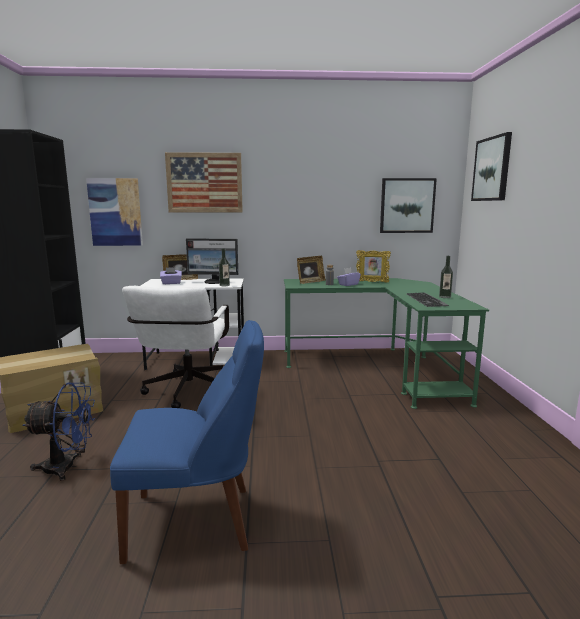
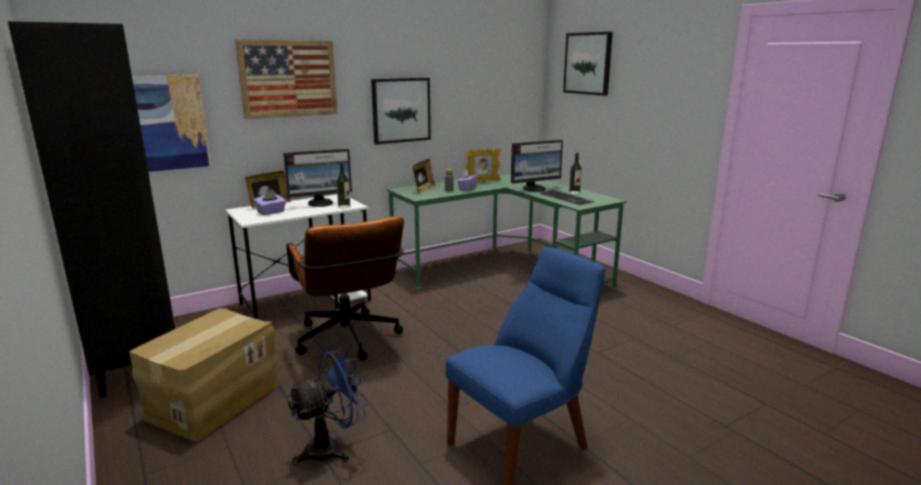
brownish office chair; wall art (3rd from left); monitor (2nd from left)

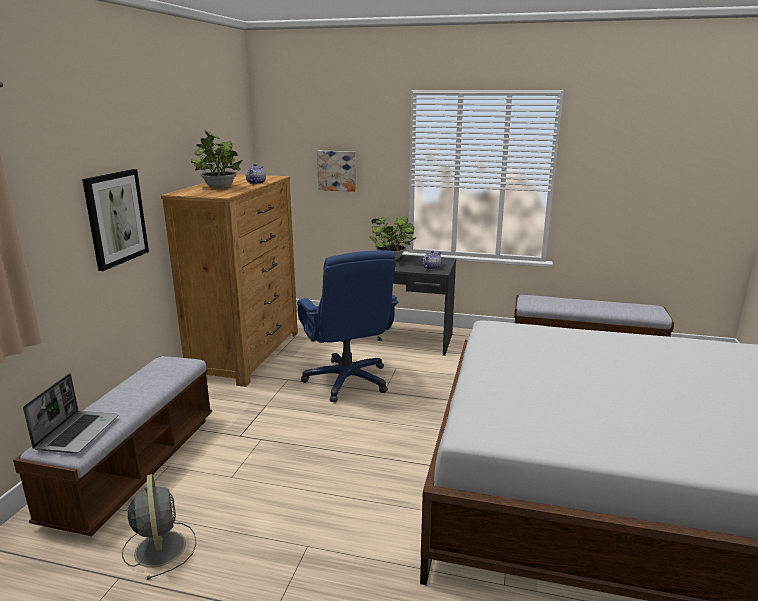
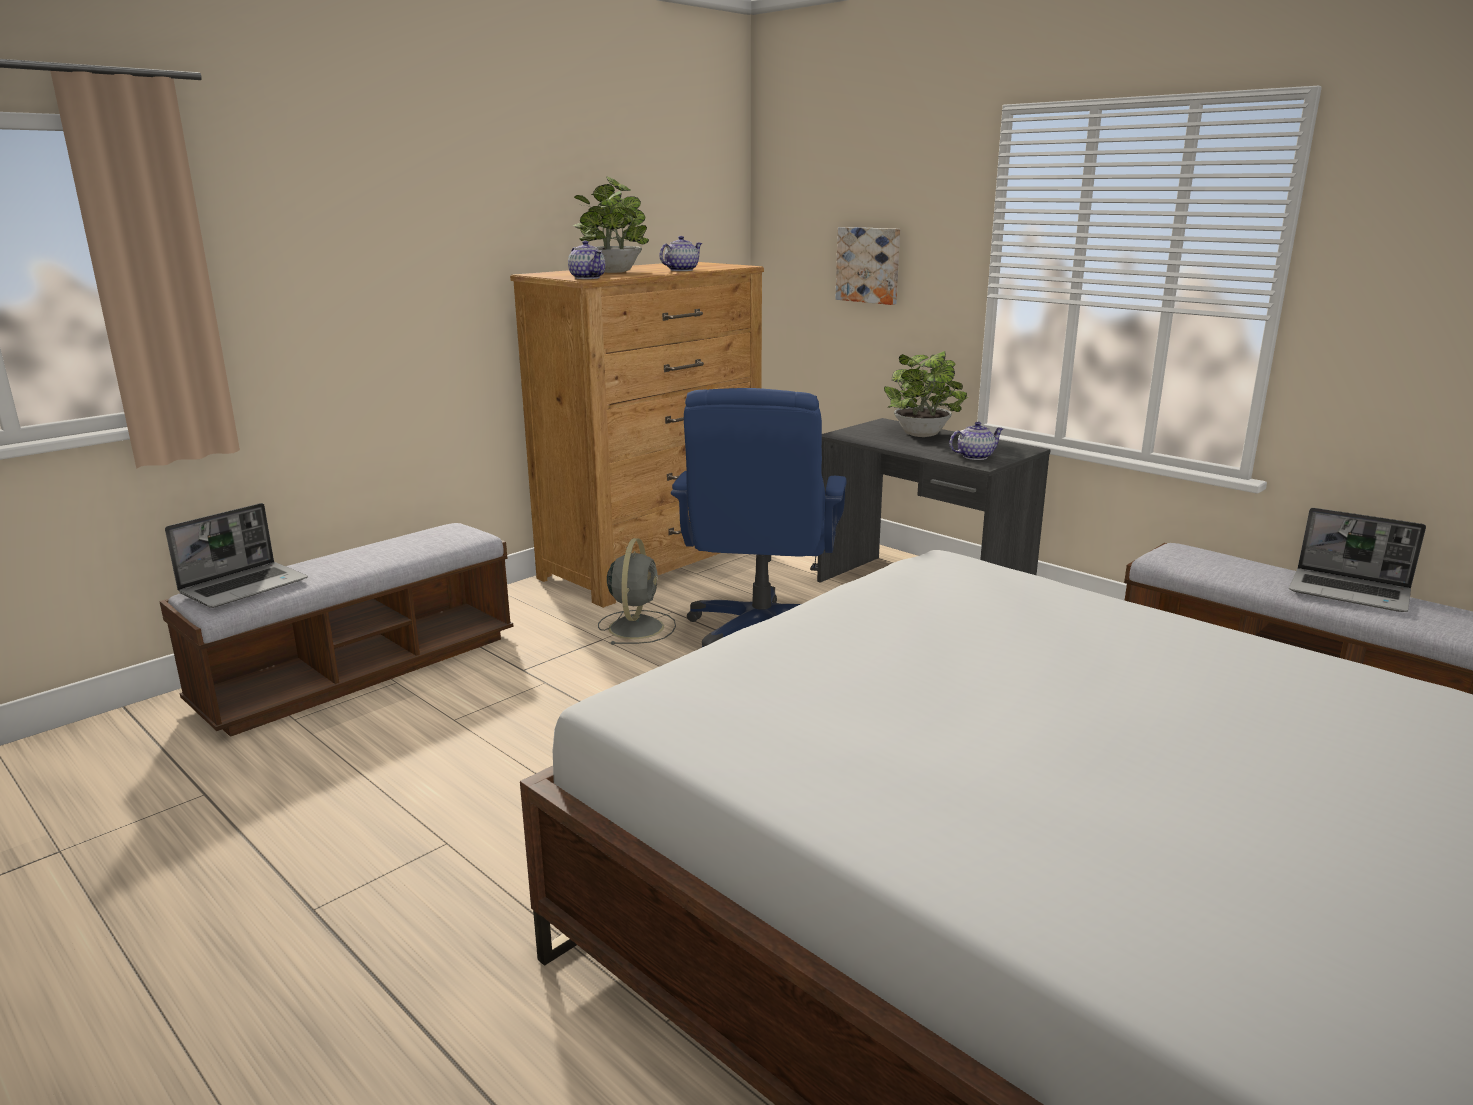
wall art (1st from left in the first image); greyish electric fan; tea pot (1st from left); notebook computer (2nd from left)

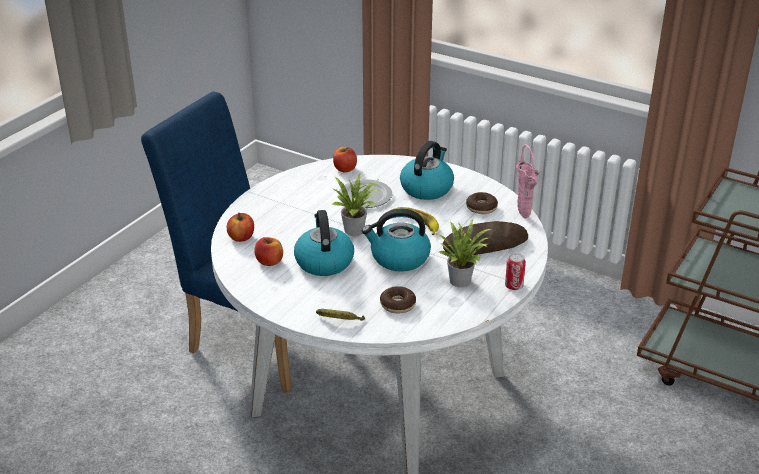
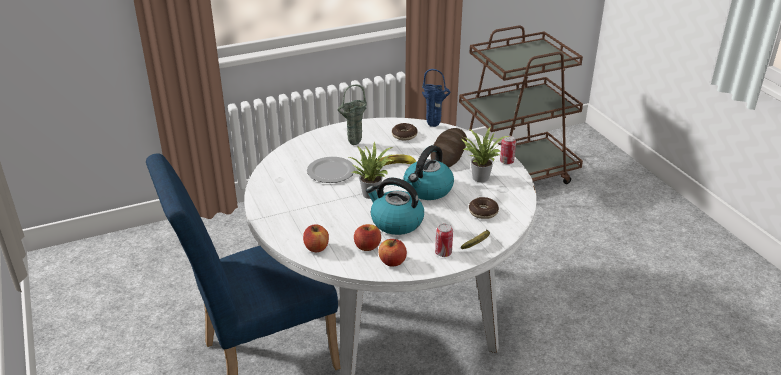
apple fruit (3rd from left); green flower vase; blue-coloured flower vase; metal can (1st from left)

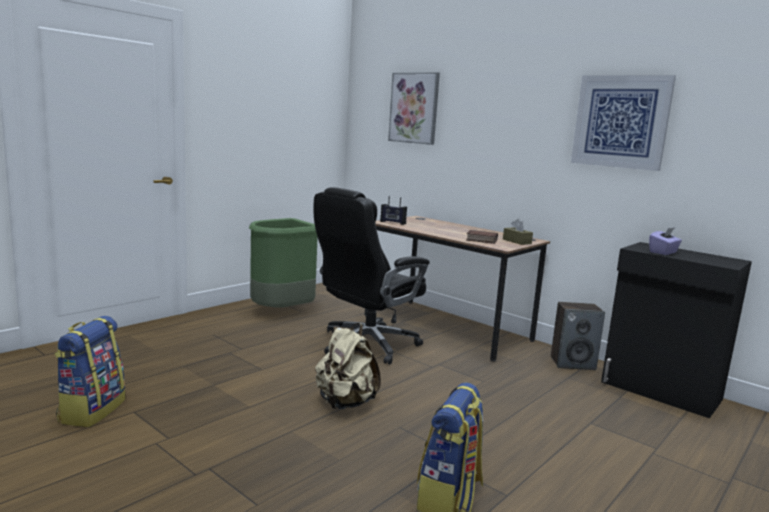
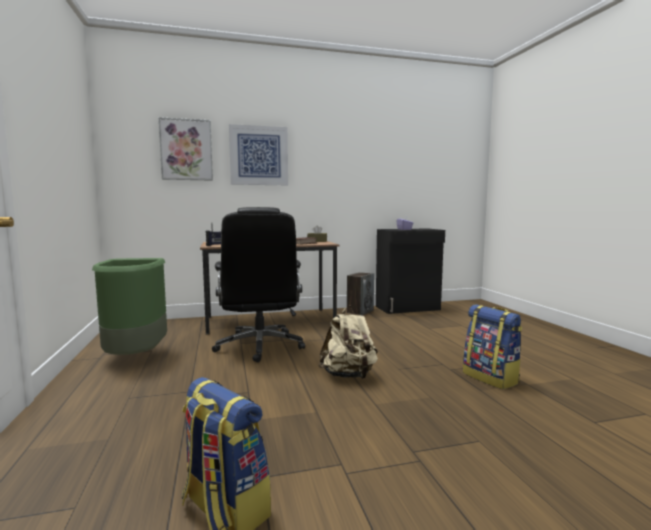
wall art (2nd from left)

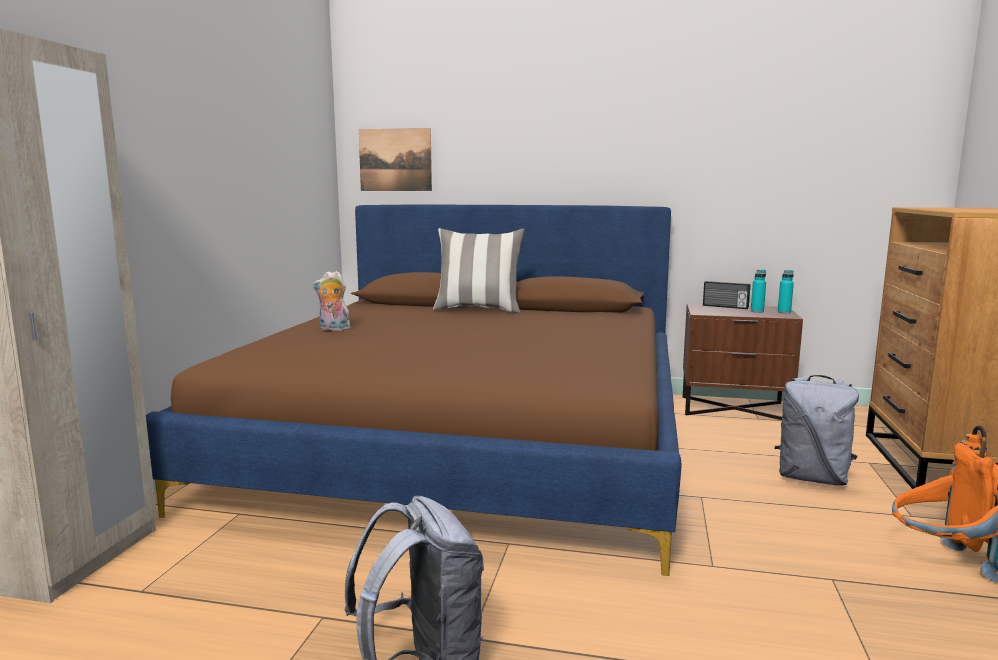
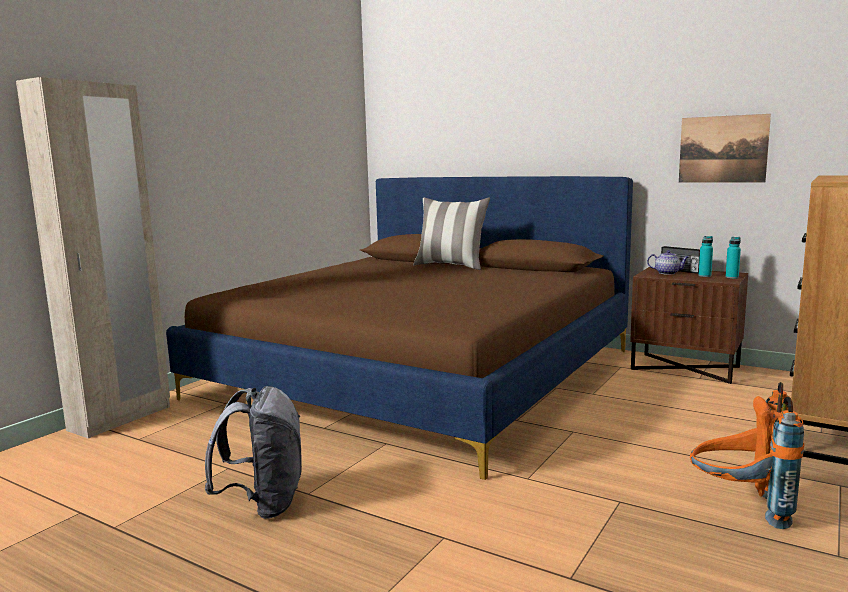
cuddly toy; wall art; greyish knapsack (2nd from left in the first image); tea pot

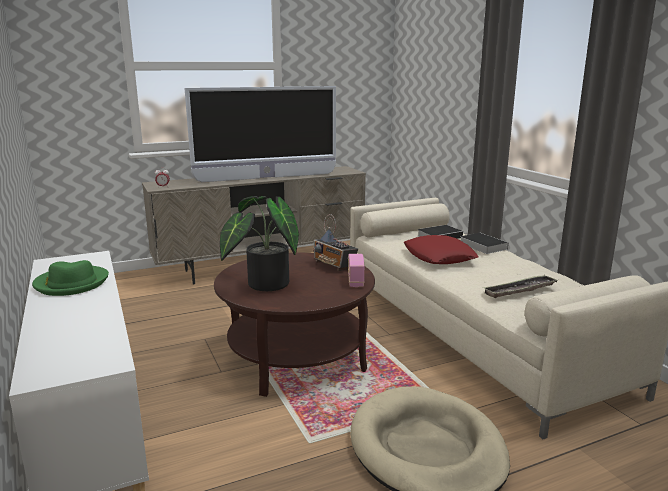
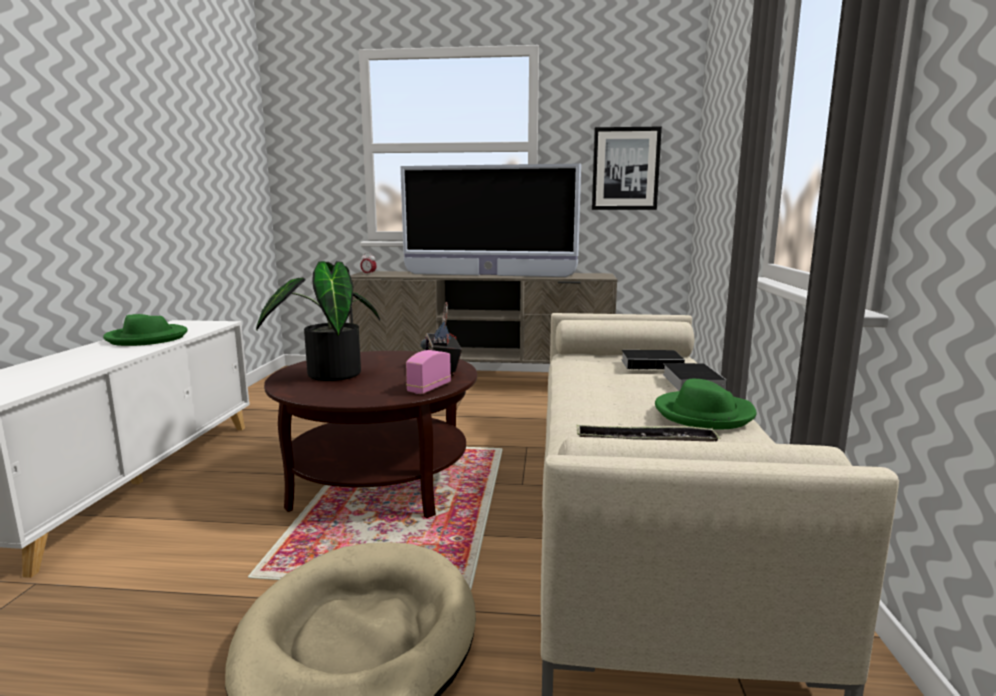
reddish throw pillow; wall art; green wearable hat (2nd from left)

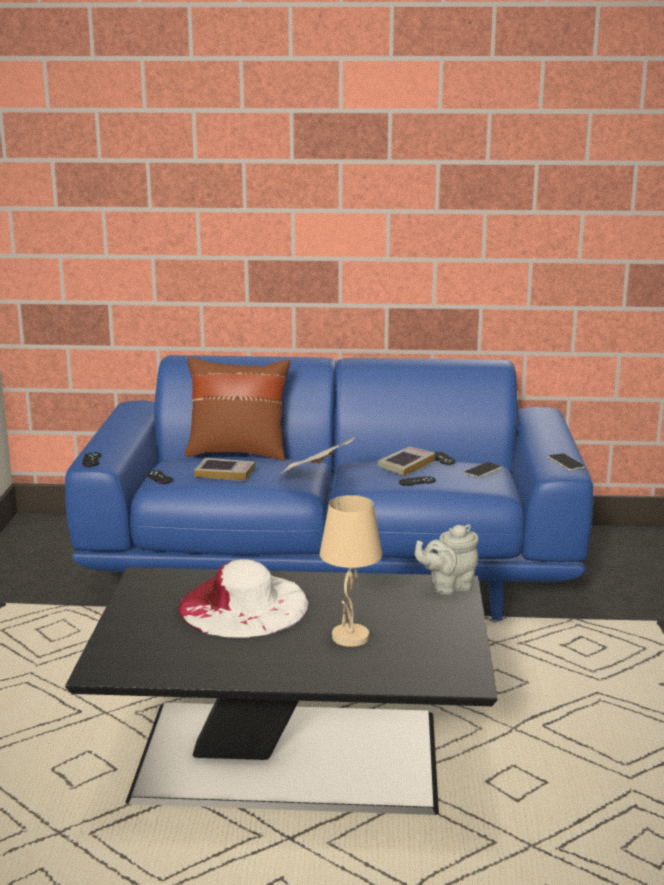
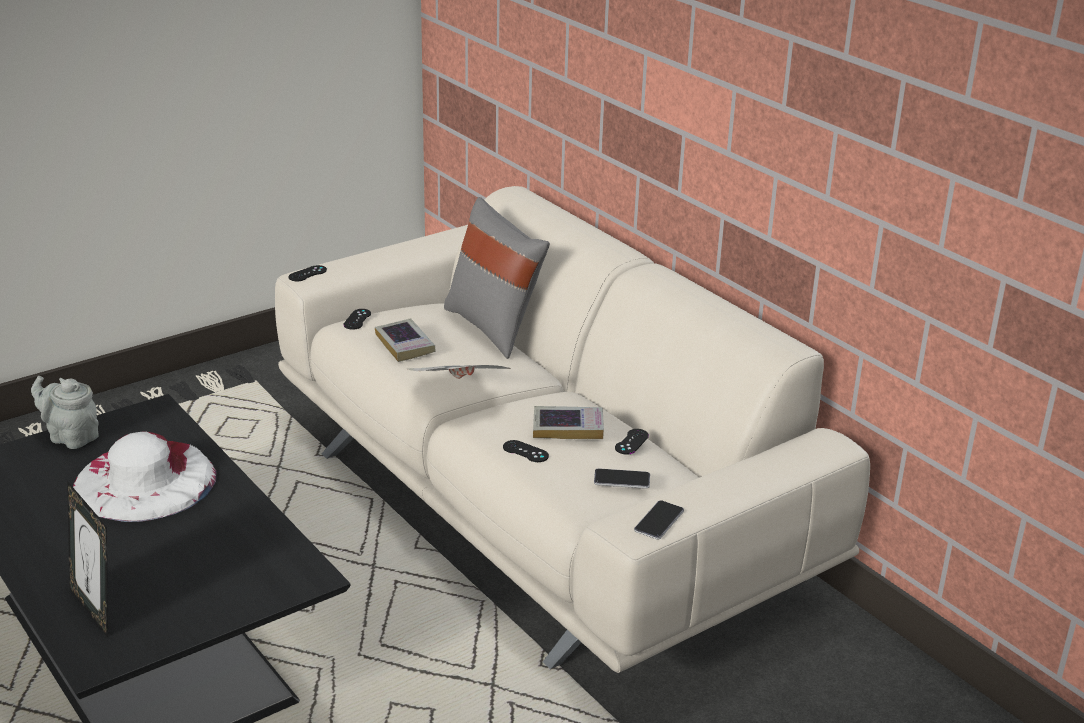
sand-coloured sofa; greyish throw pillow; sand-coloured table lamp; greyish tea pot; photo frame

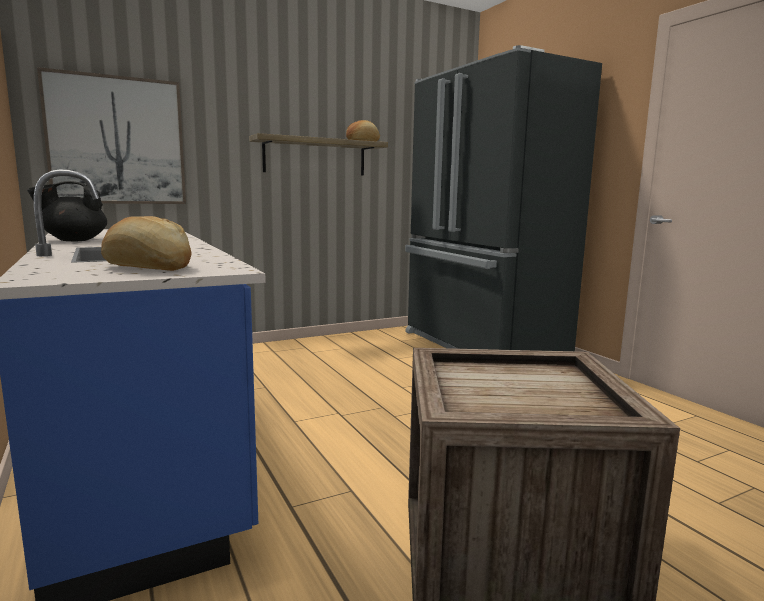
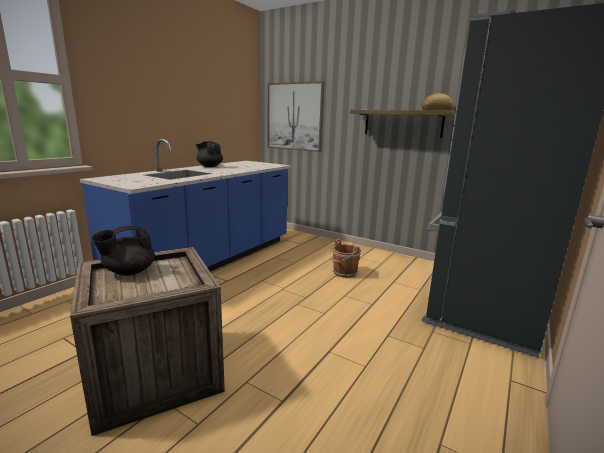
baked bread (1st from left in the first image); blackish tea pot (1st from left); brownish pail

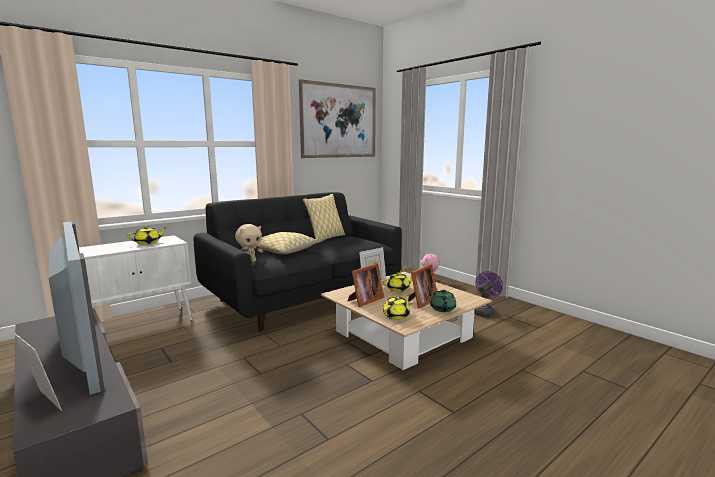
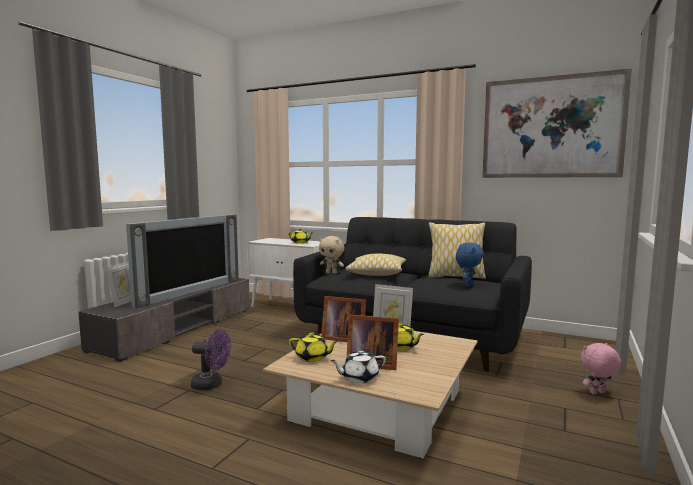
white-coloured tea pot; purple electric fan; blue-coloured cuddly toy

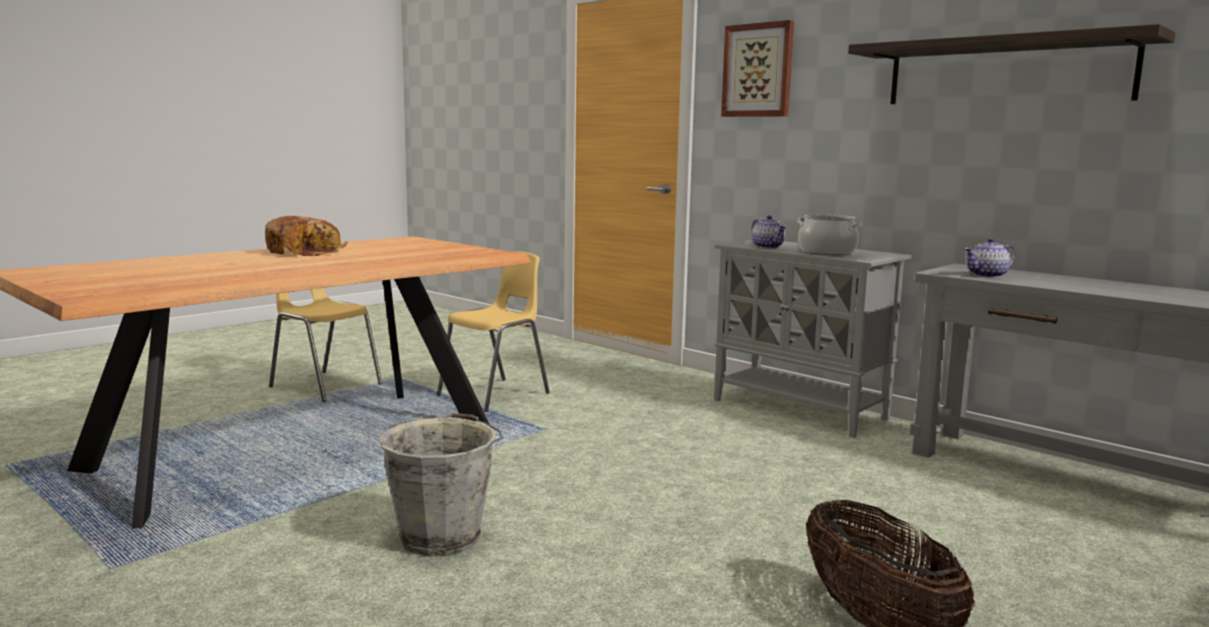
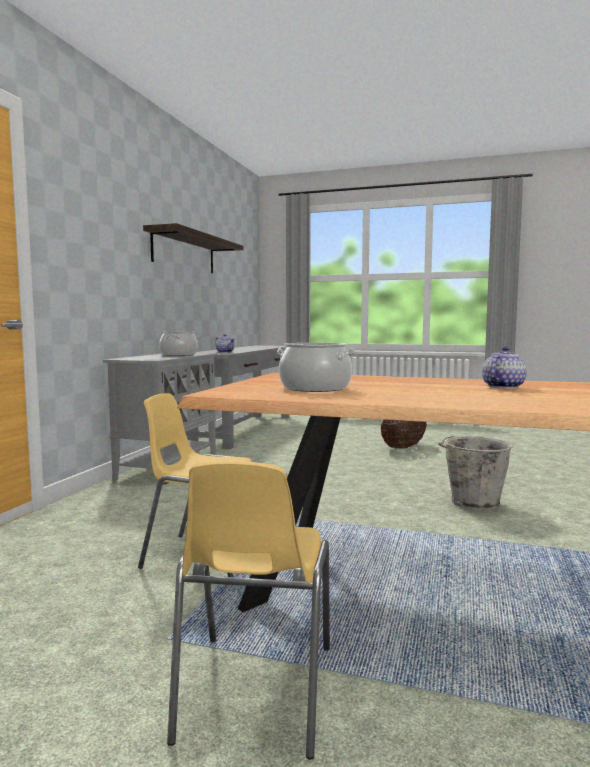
baked bread; wall art; tea pot (2nd from left); saucepot (2nd from left)

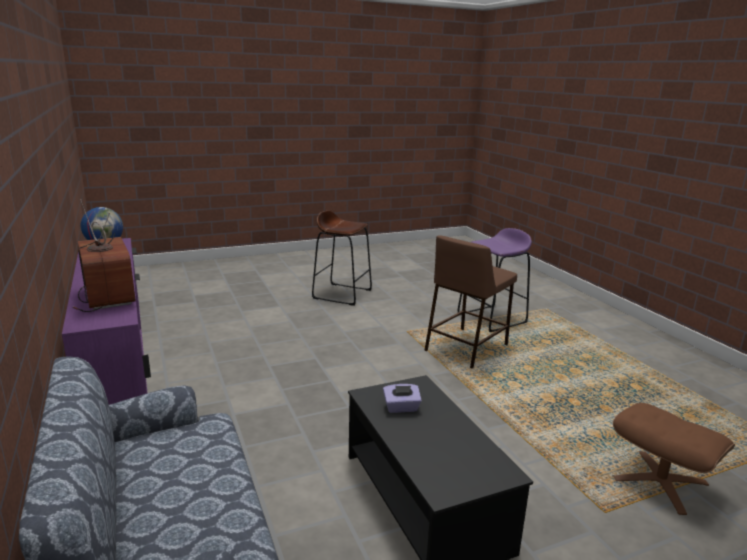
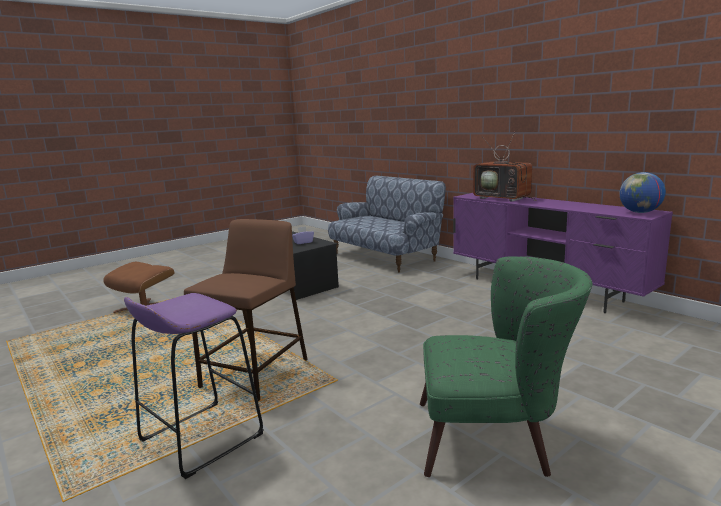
green armchair

